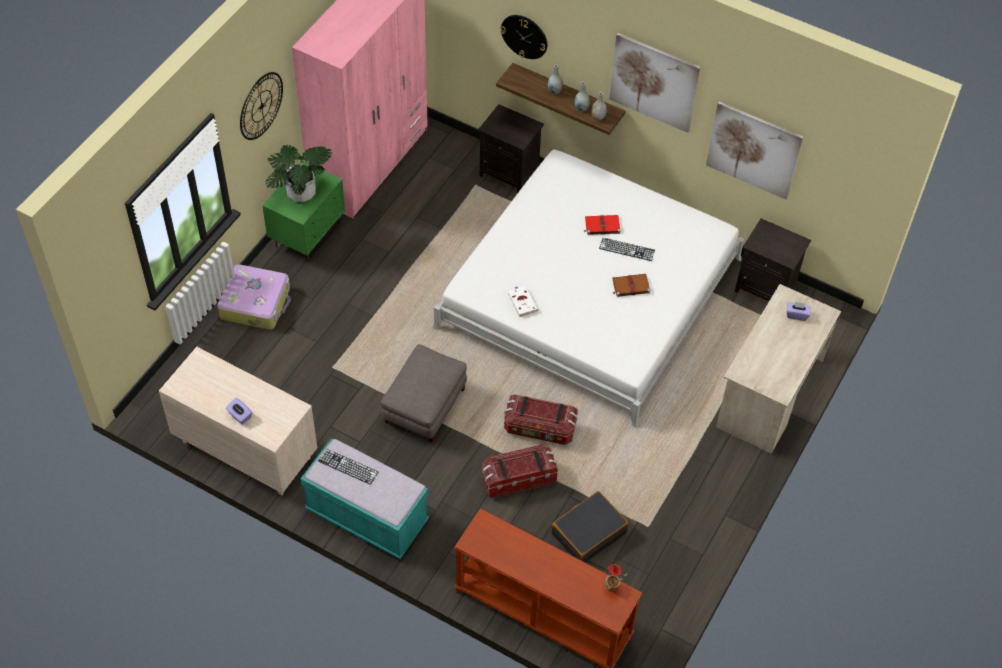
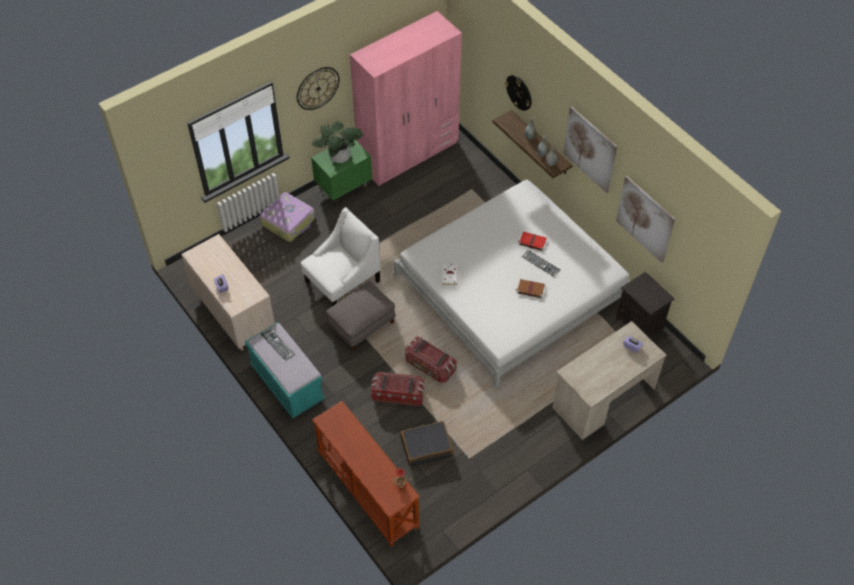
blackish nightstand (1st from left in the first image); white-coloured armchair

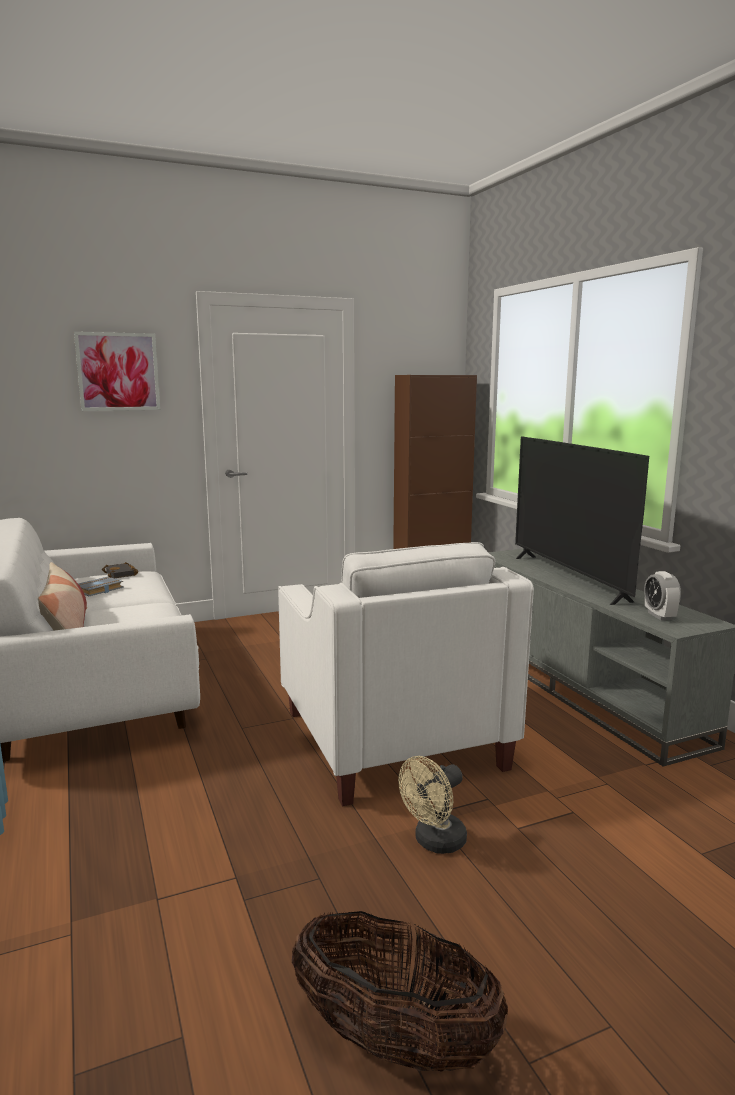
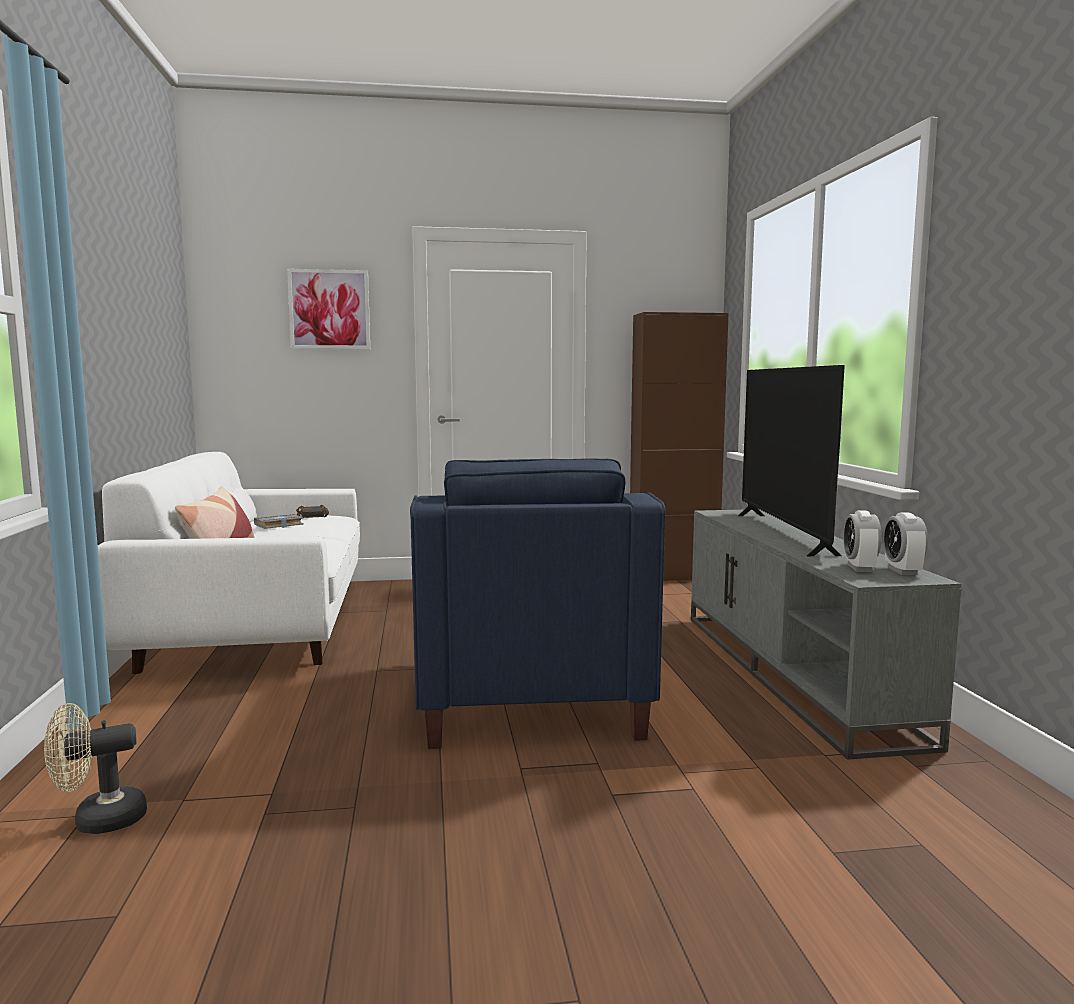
blue-coloured armchair; household basket; sand-coloured electric fan; table clock (2nd from left)

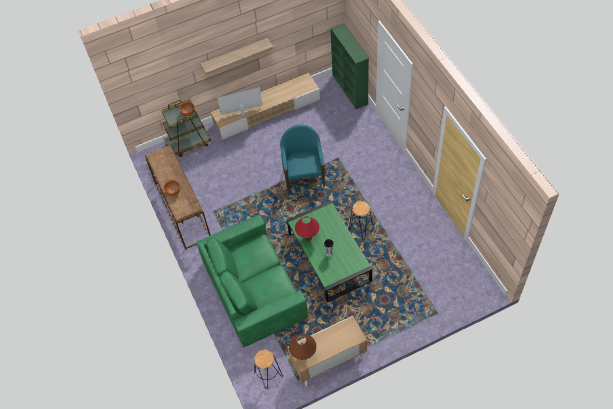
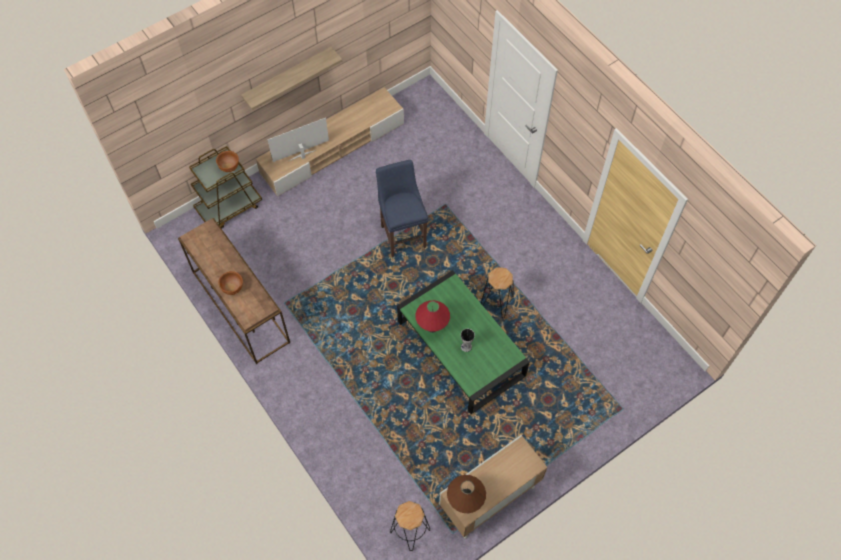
green sofa; blue-coloured sitting stool; green bookcase

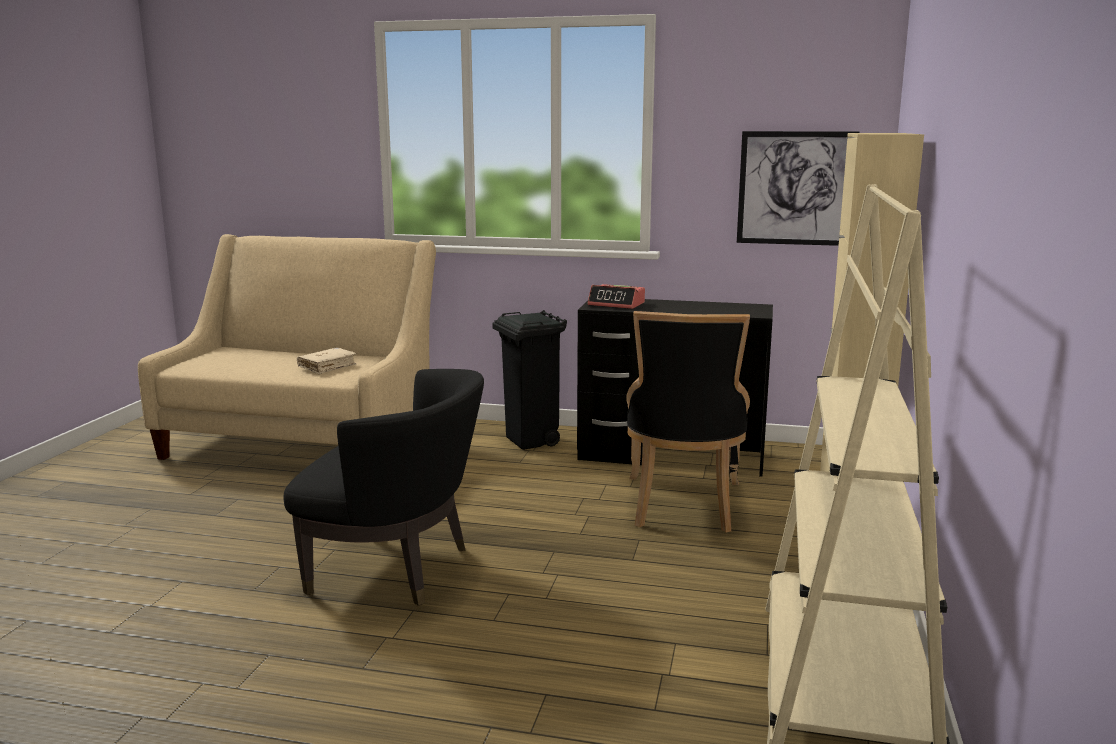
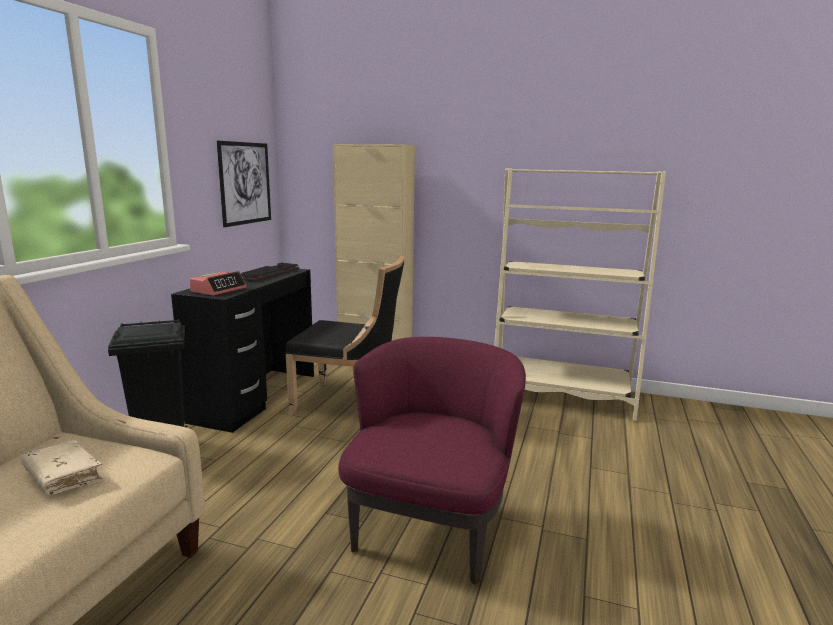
purple armchair; PC keyboard

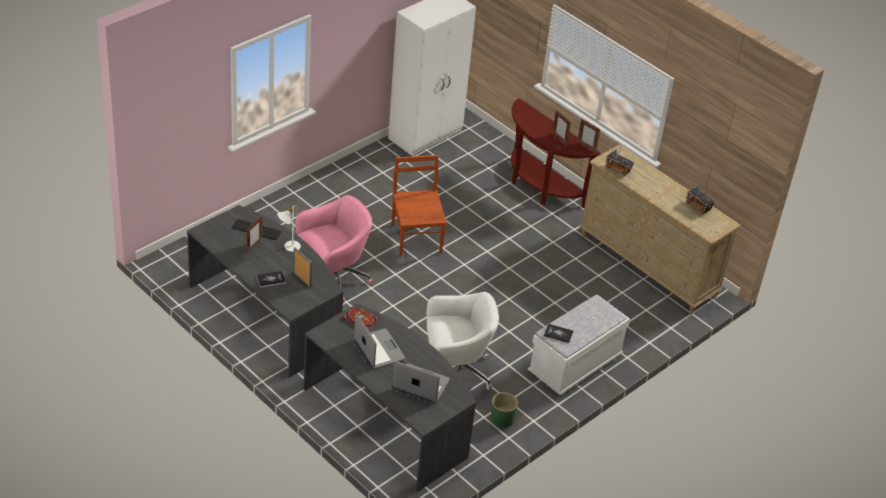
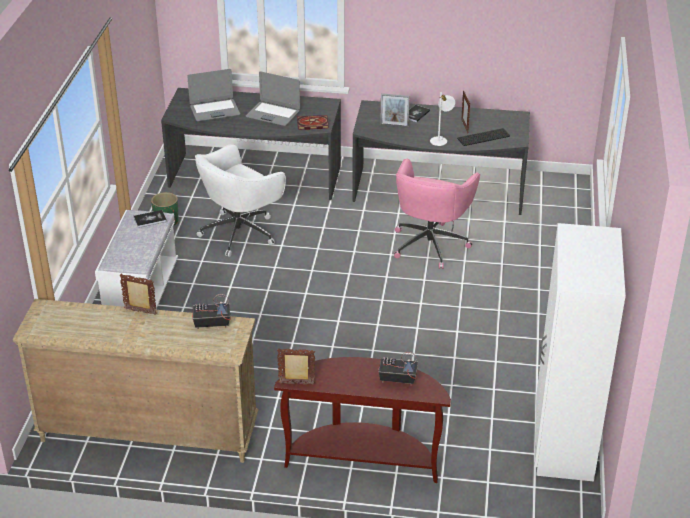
brownish chair; photo frame (1st from left); radio receiver (2nd from left)

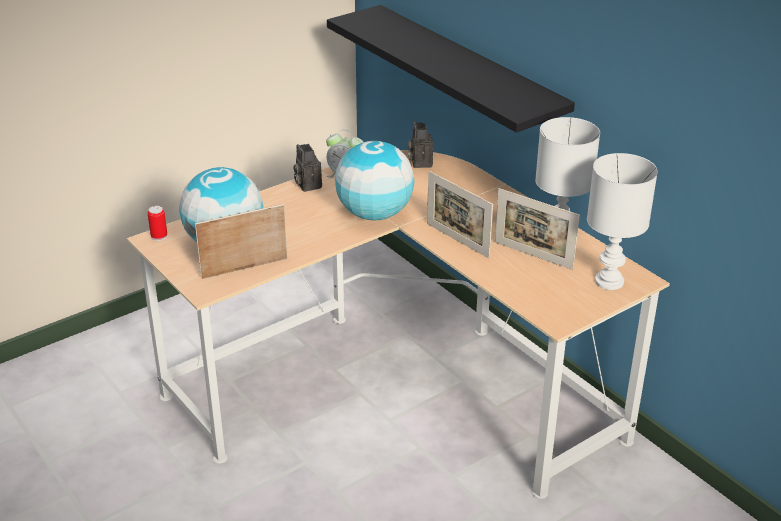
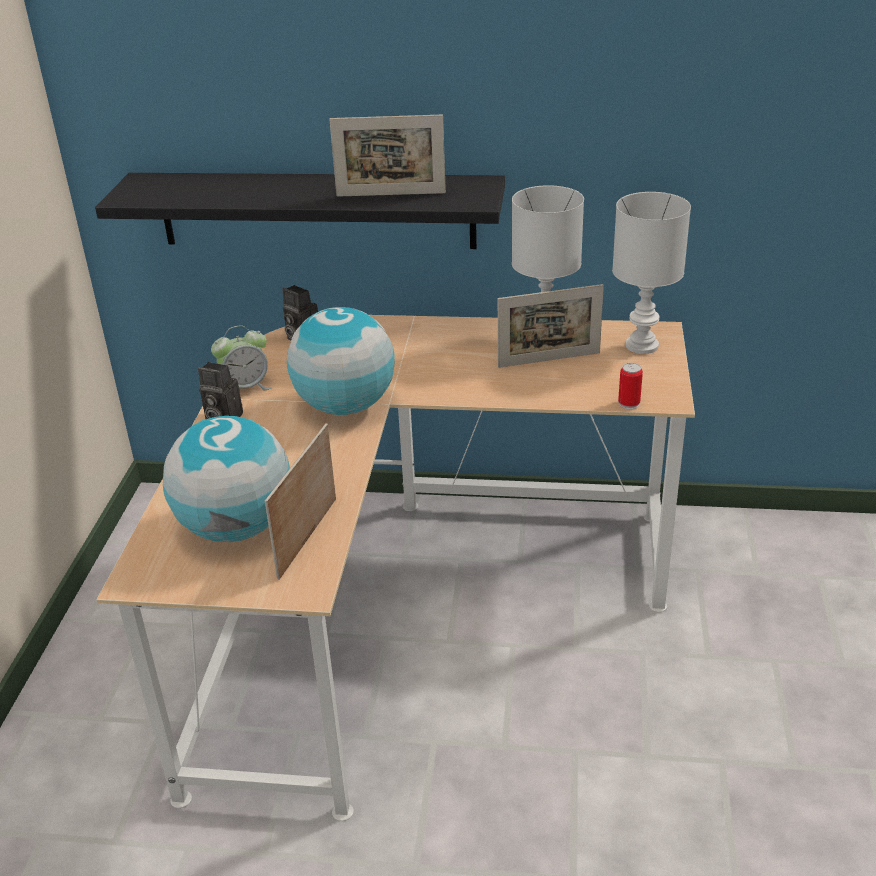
metal can; photo frame (2nd from left)

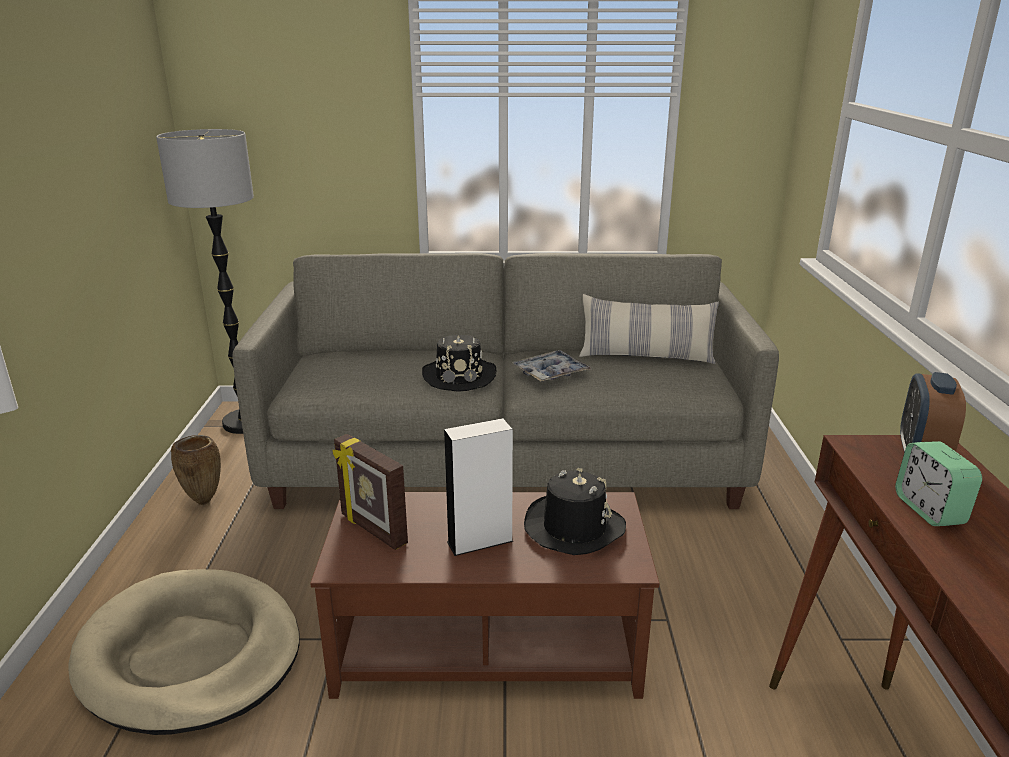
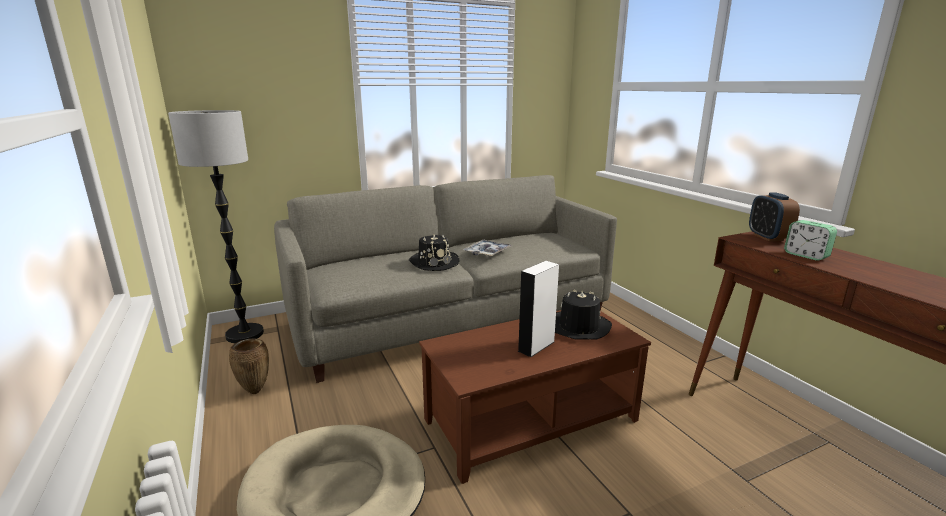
photo frame; throw pillow

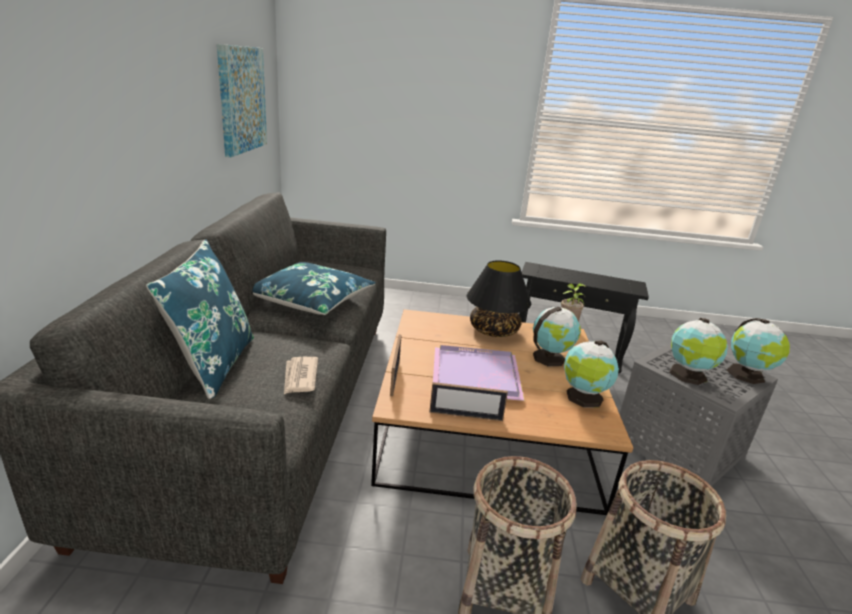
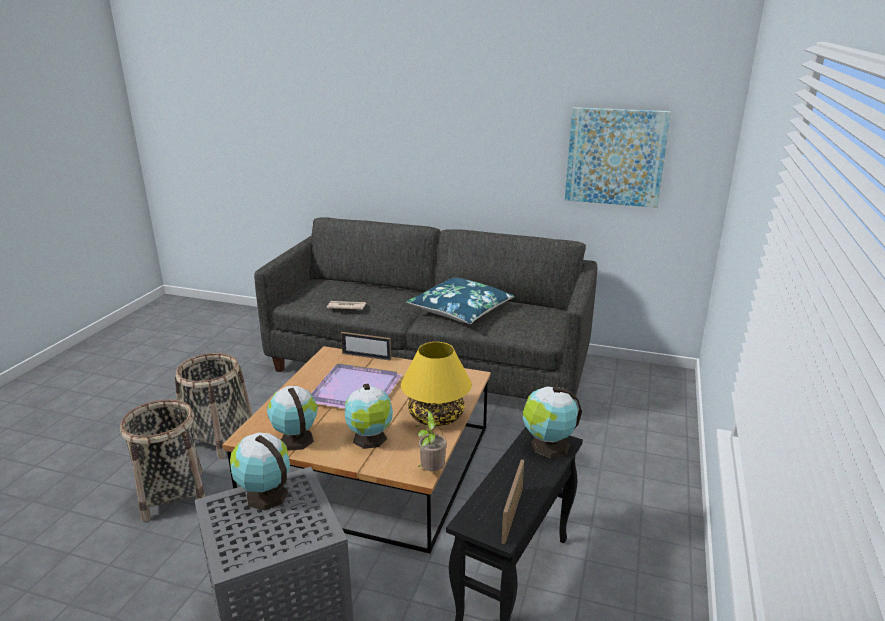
blue-coloured throw pillow (1st from left in the first image); photo frame (2nd from left); yellow table lamp; desk globe (4th from left)

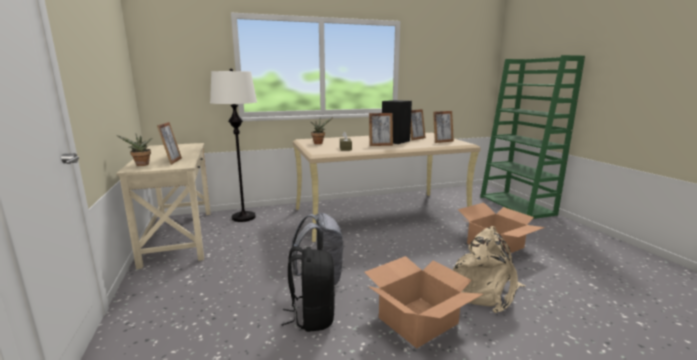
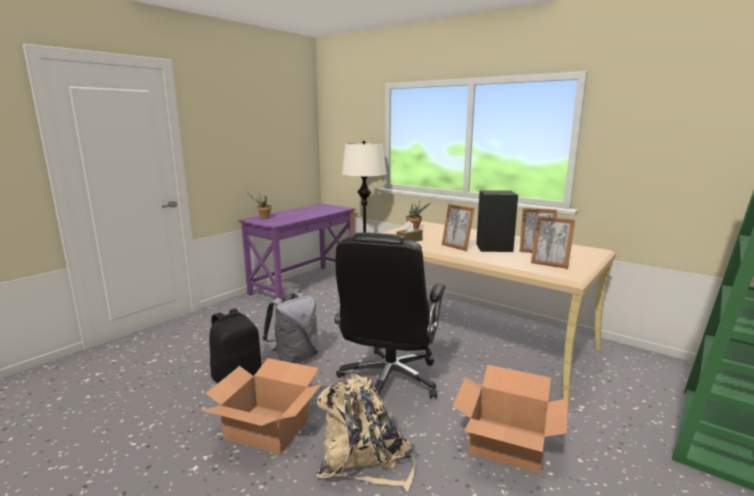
purple desk unit; photo frame (1st from left in the first image); blackish office chair

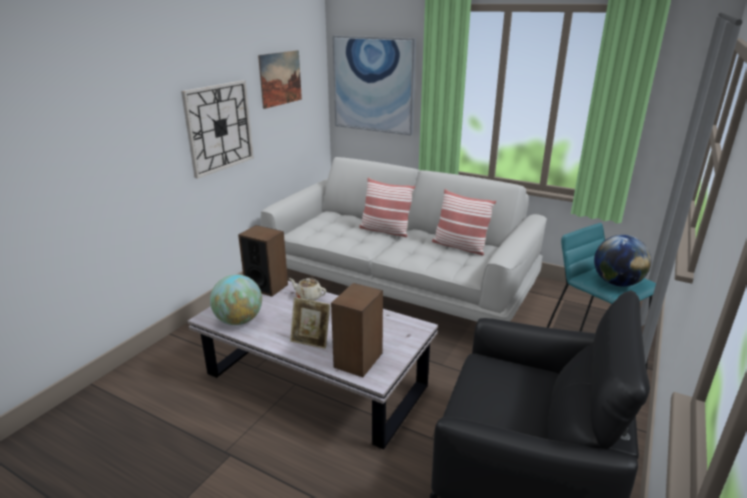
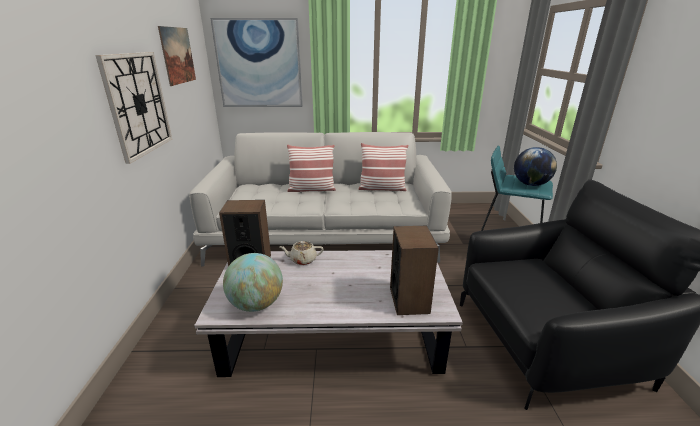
photo frame

